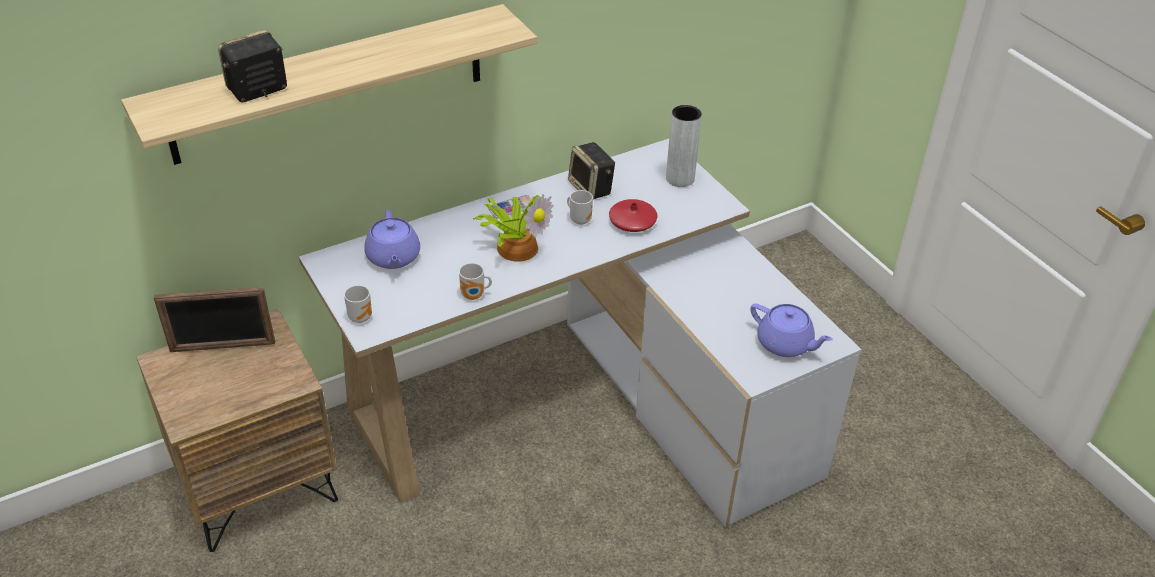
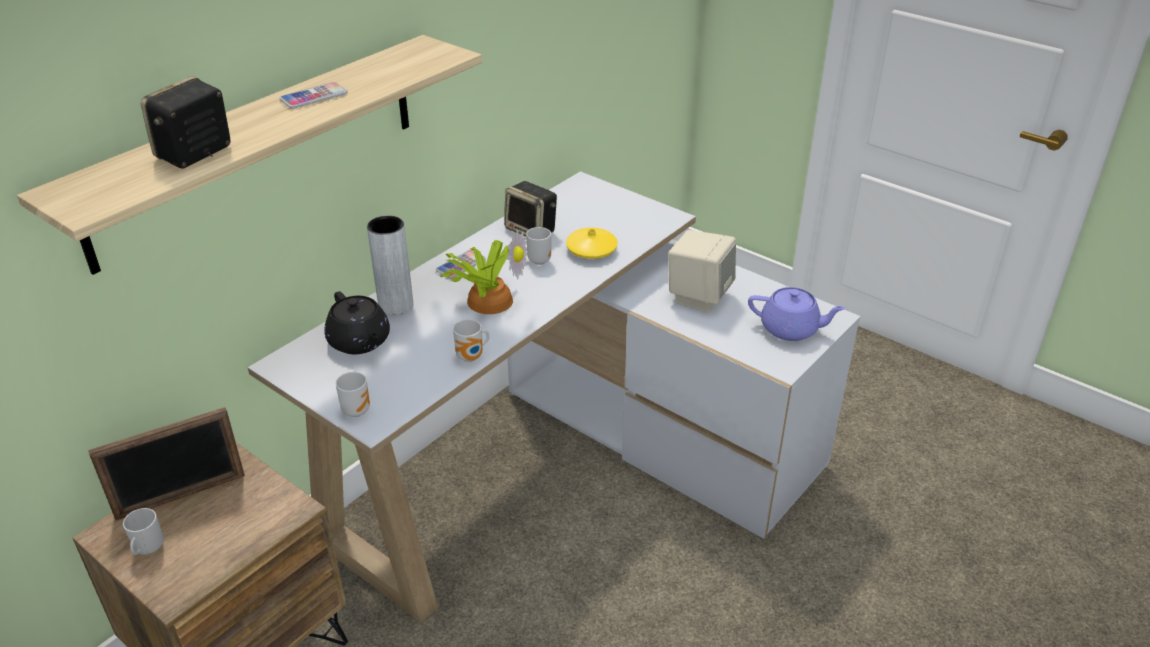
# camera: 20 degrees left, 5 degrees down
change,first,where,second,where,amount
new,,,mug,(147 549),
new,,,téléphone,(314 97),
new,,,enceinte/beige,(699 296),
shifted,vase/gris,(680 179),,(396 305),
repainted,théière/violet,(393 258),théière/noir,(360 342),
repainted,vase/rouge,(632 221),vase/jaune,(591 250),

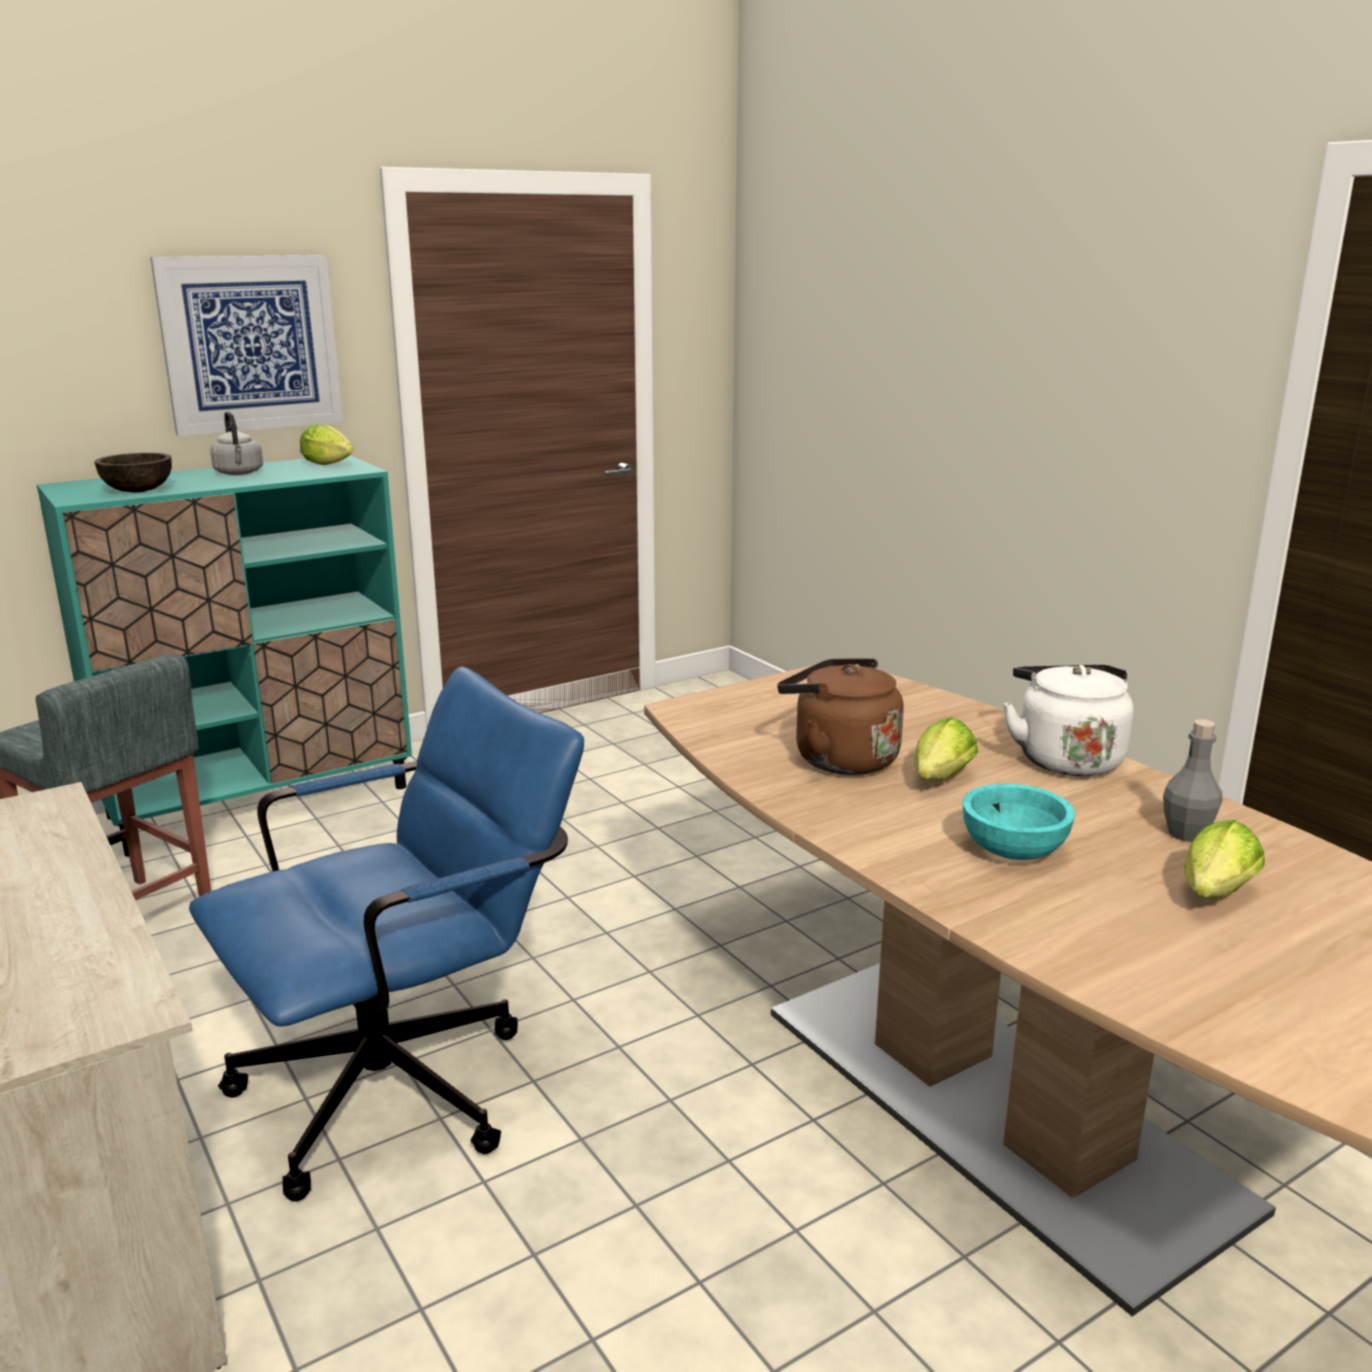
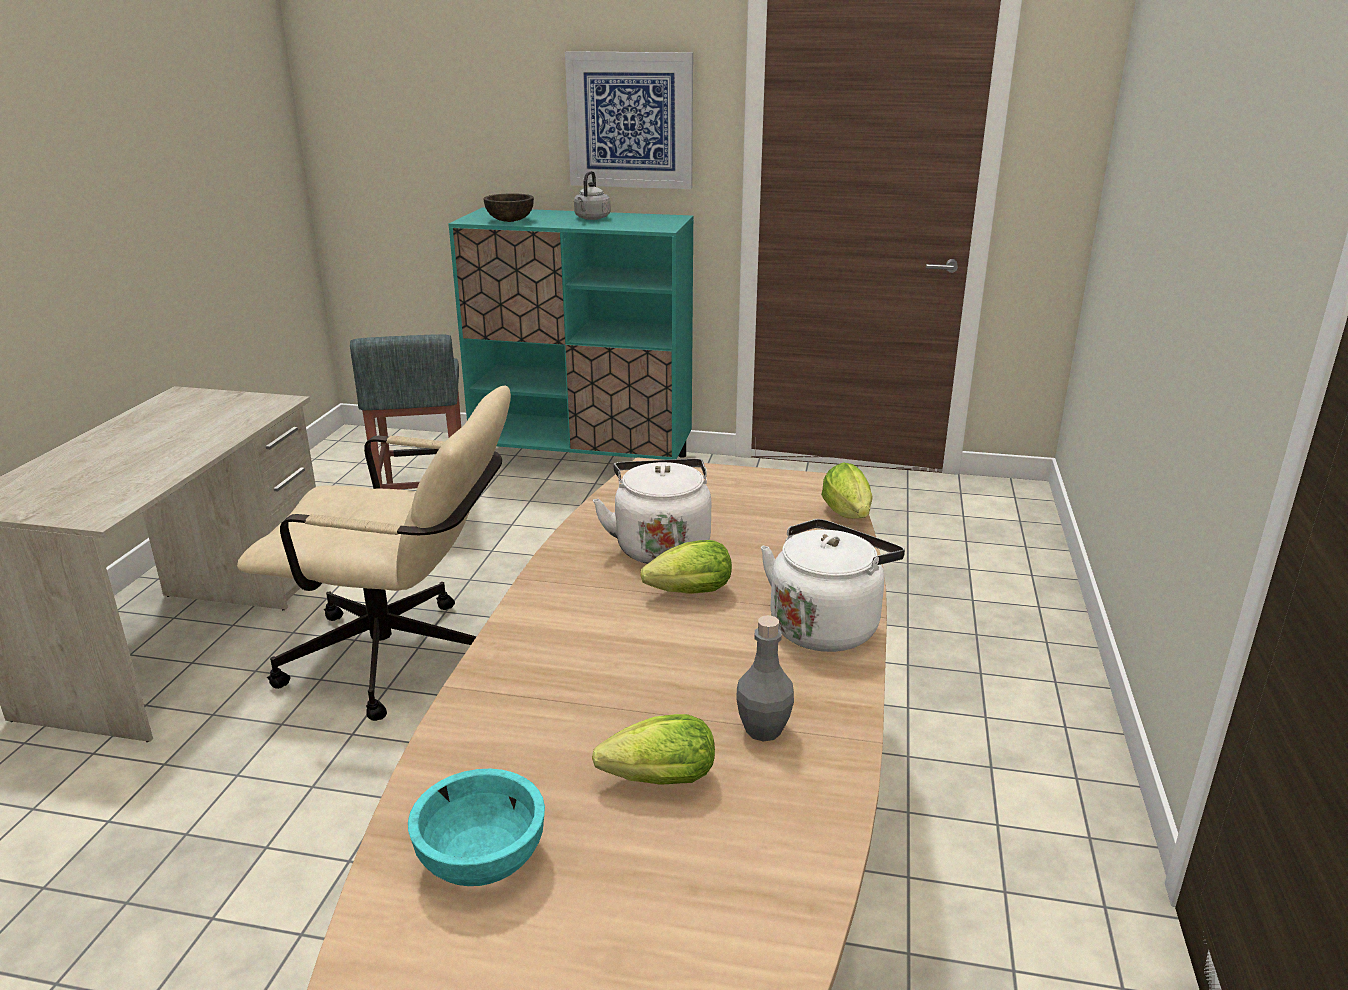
# camera: 45 degrees right, 5 degrees up
change,first,where,second,where,amount
shifted,laitue,(331 465),,(849 516),
shifted,bol/turquoise,(1013 850),,(483 859),
repainted,chaise de bureau/bleu,(409 1082),chaise de bureau/beige,(404 660),
repainted,bouilloire/marron,(839 759),bouilloire/blanc,(660 546),

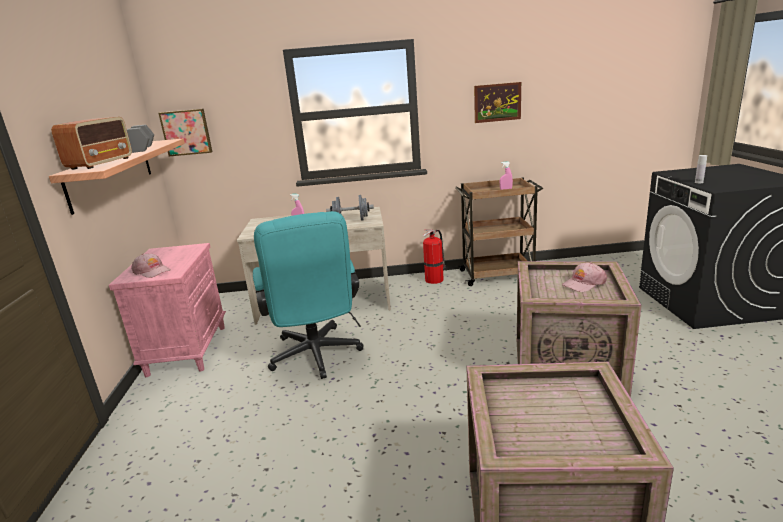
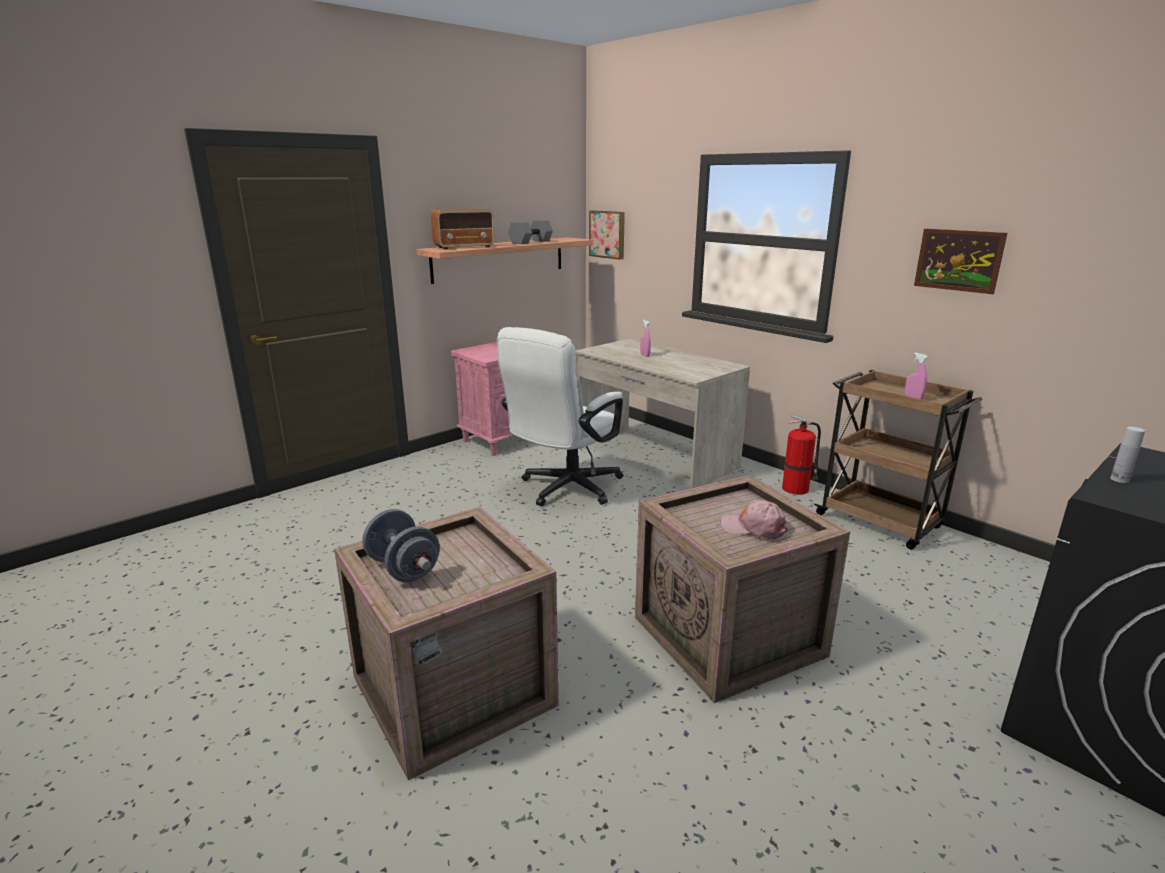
# camera: 50 degrees right, 0 degrees up
change,first,where,second,where,amount
gone,casquette/rose,(152 271),,,
shifted,haltère/gris,(351 220),,(403 568),
repainted,chaise de bureau/turquoise,(316 357),chaise de bureau/blanc,(565 490),

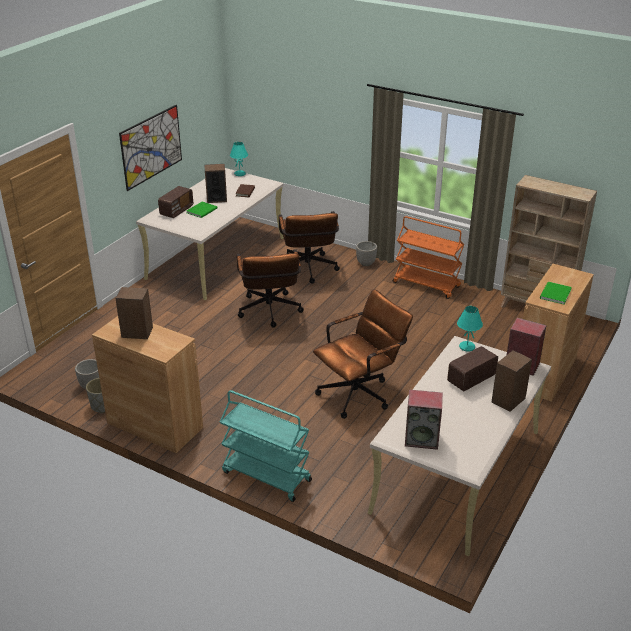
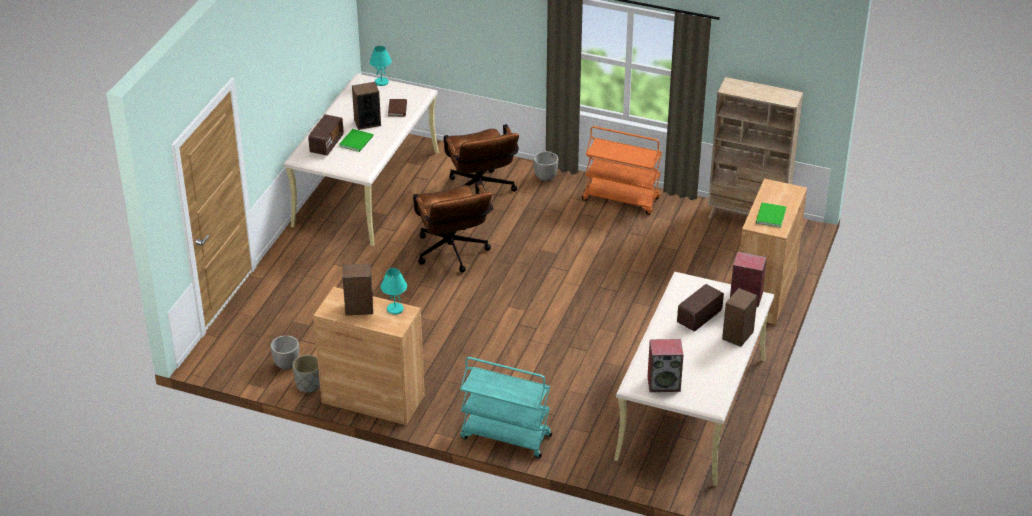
# camera: 10 degrees left, 5 degrees up
change,first,where,second,where,amount
gone,tableau,(151 147),,,
gone,chaise de bureau/marron,(360 392),,,
shifted,lampe de table/turquoise,(466 347),,(394 309),

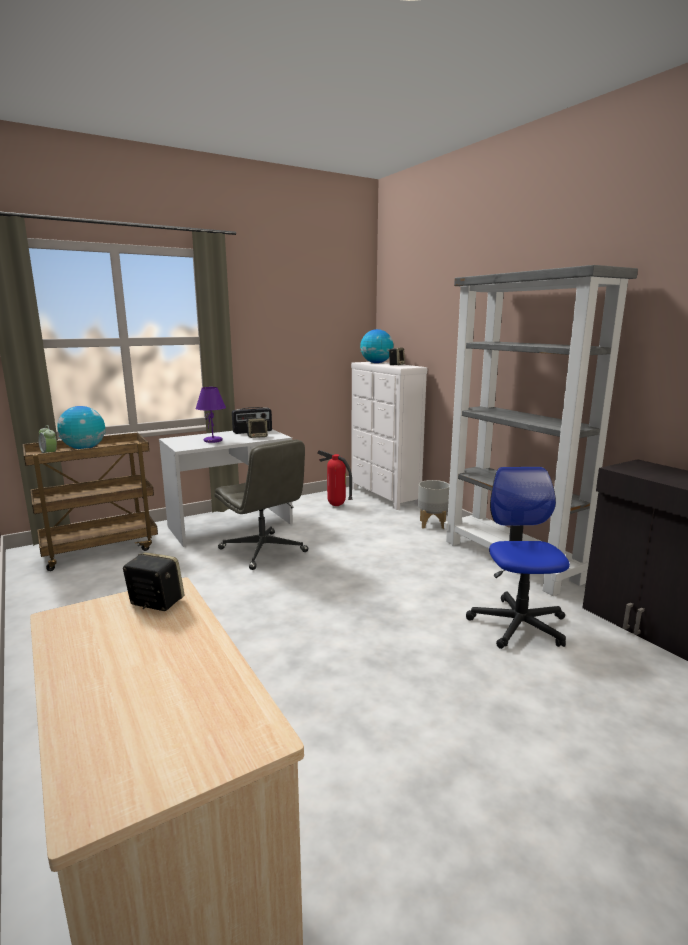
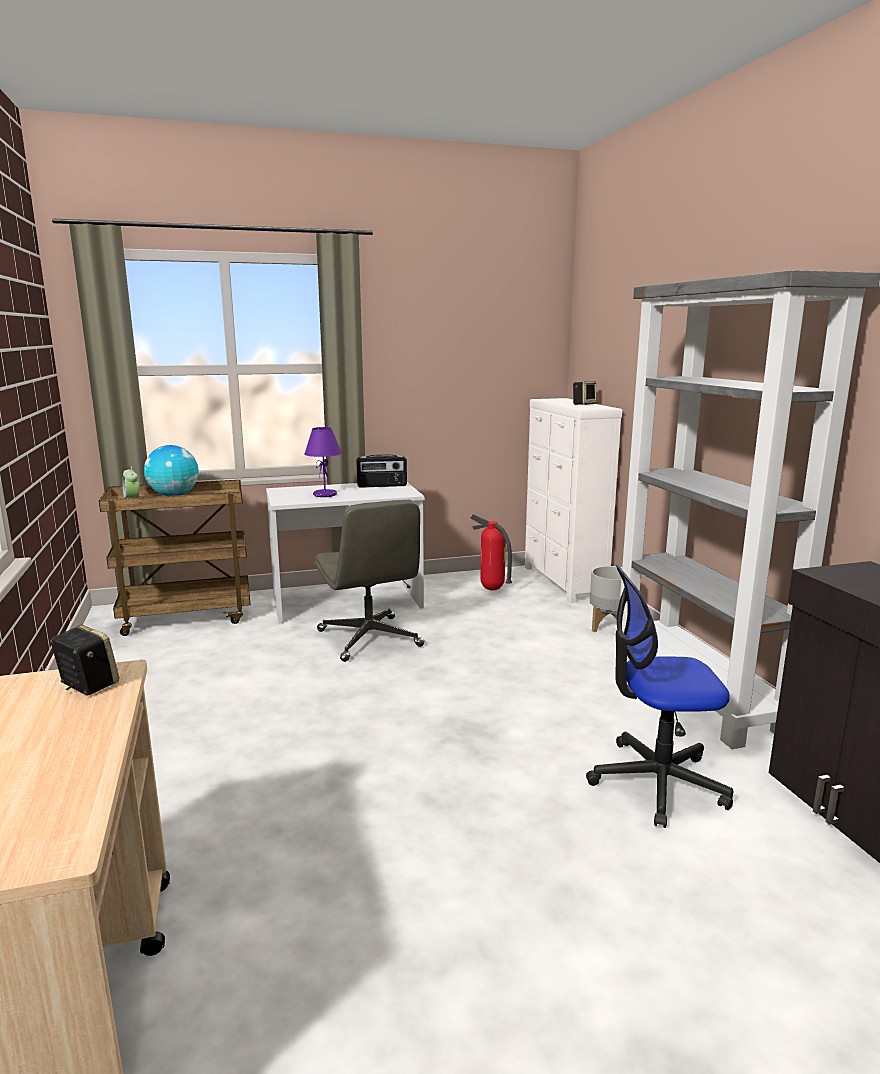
# camera: 15 degrees right, 0 degrees up
change,first,where,second,where,amount
gone,enceinte,(257 436),,,
gone,globe,(376 363),,,
rotated,chaise de bureau,(518 625),,(656 782),105 degrees counterclockwise

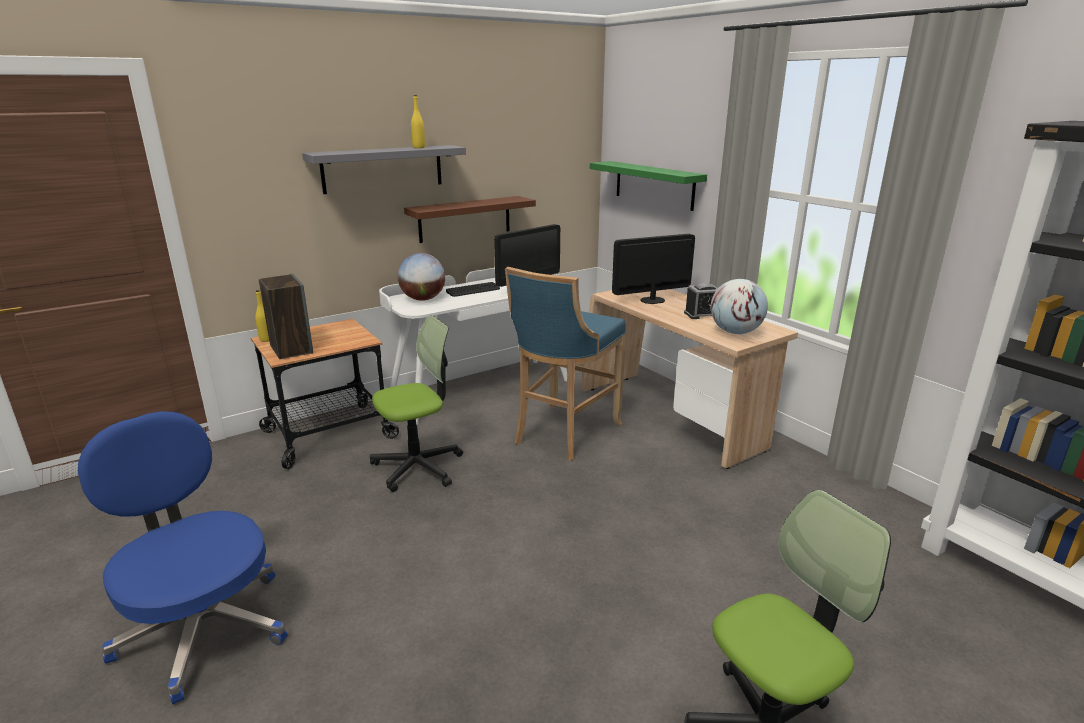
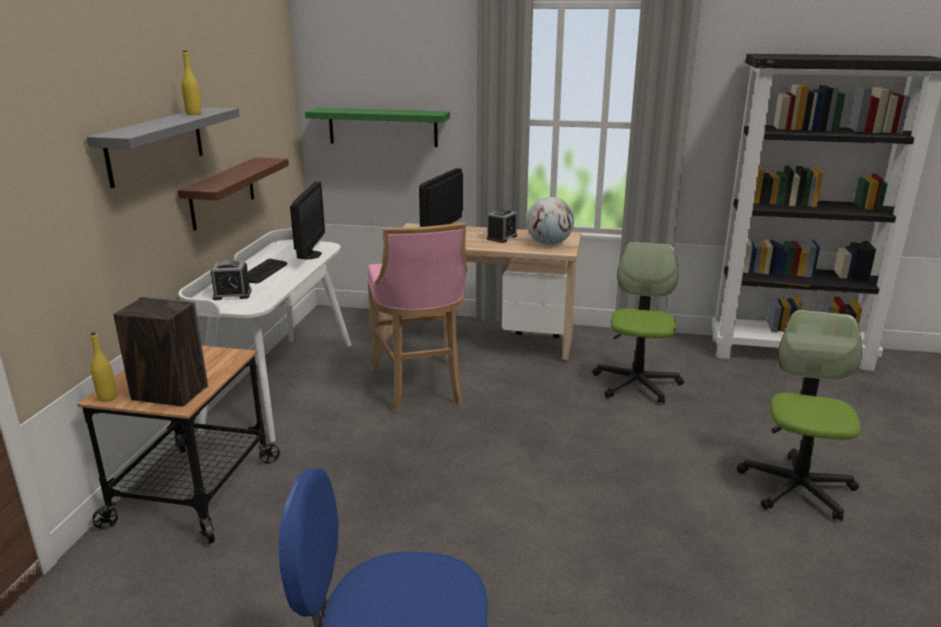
# camera: 45 degrees left, 0 degrees up
change,first,where,second,where,amount
shifted,chaise de bureau,(418 467),,(636 384),
swapped,globe,(423 299),réveil,(232 294),
repainted,tabouret/bleu,(563 433),tabouret/rose,(420 387),

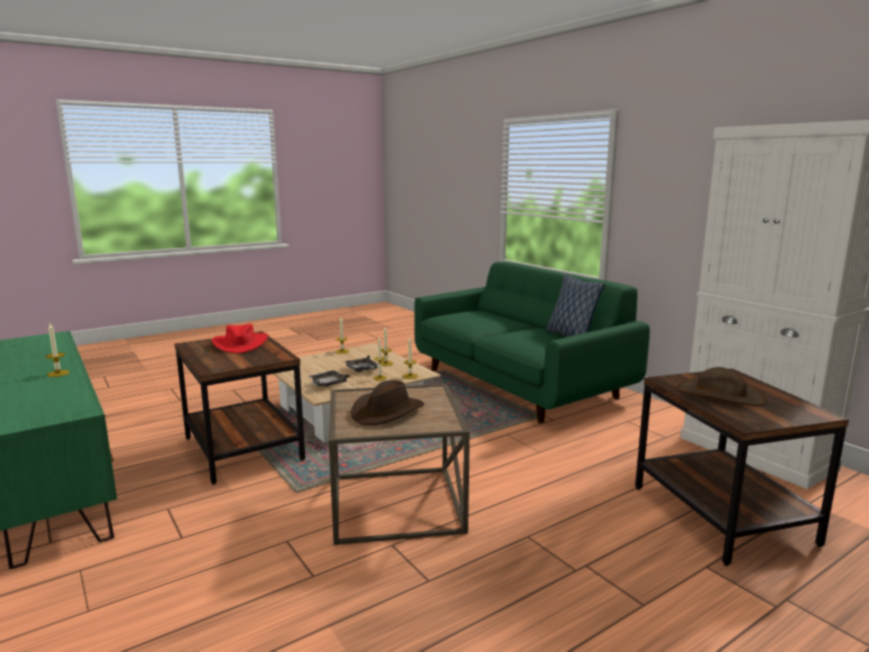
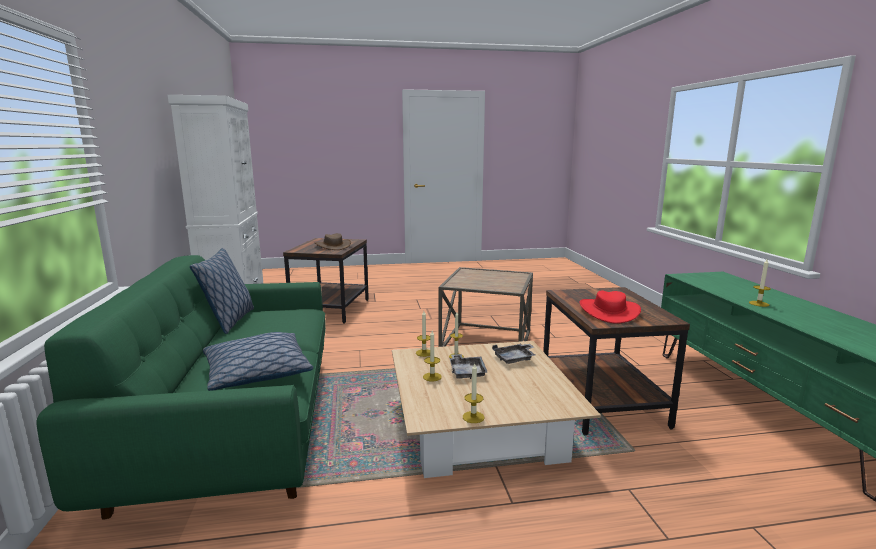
# camera: 155 degrees left, 0 degrees up
change,first,where,second,where,amount
gone,chapeau/marron,(387 412),,,
new,,,coussin,(257 373),

